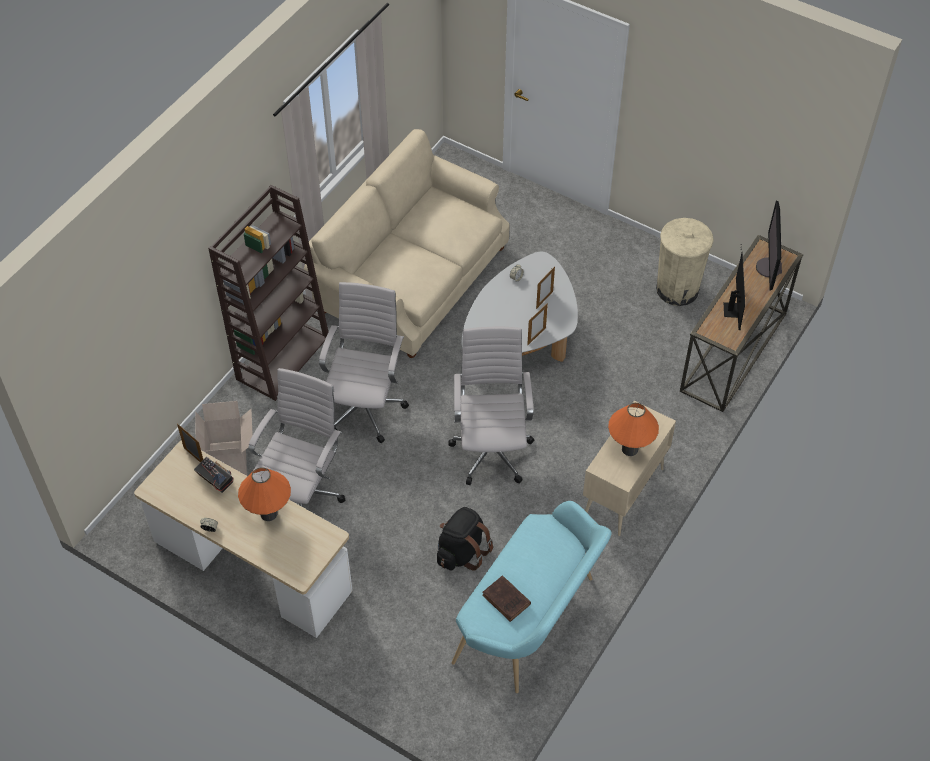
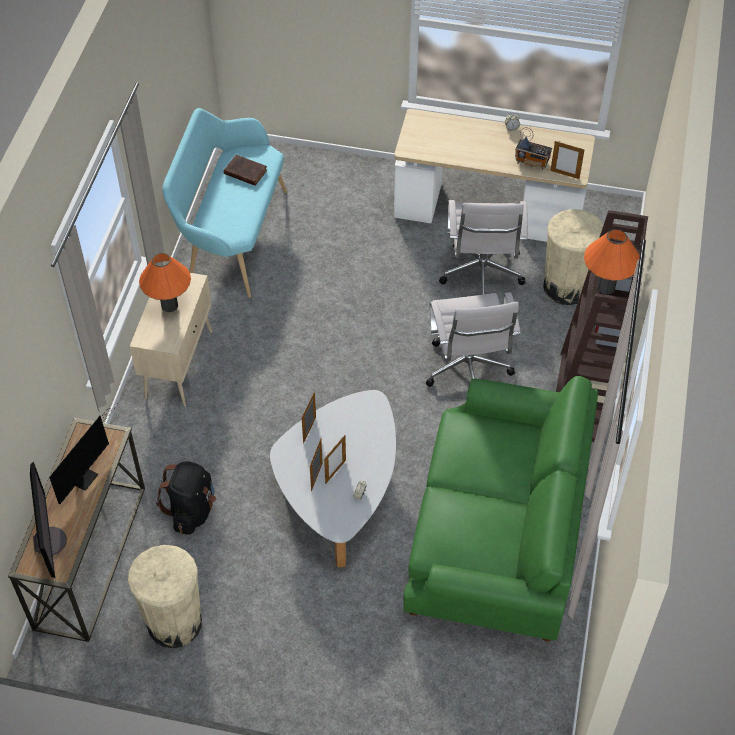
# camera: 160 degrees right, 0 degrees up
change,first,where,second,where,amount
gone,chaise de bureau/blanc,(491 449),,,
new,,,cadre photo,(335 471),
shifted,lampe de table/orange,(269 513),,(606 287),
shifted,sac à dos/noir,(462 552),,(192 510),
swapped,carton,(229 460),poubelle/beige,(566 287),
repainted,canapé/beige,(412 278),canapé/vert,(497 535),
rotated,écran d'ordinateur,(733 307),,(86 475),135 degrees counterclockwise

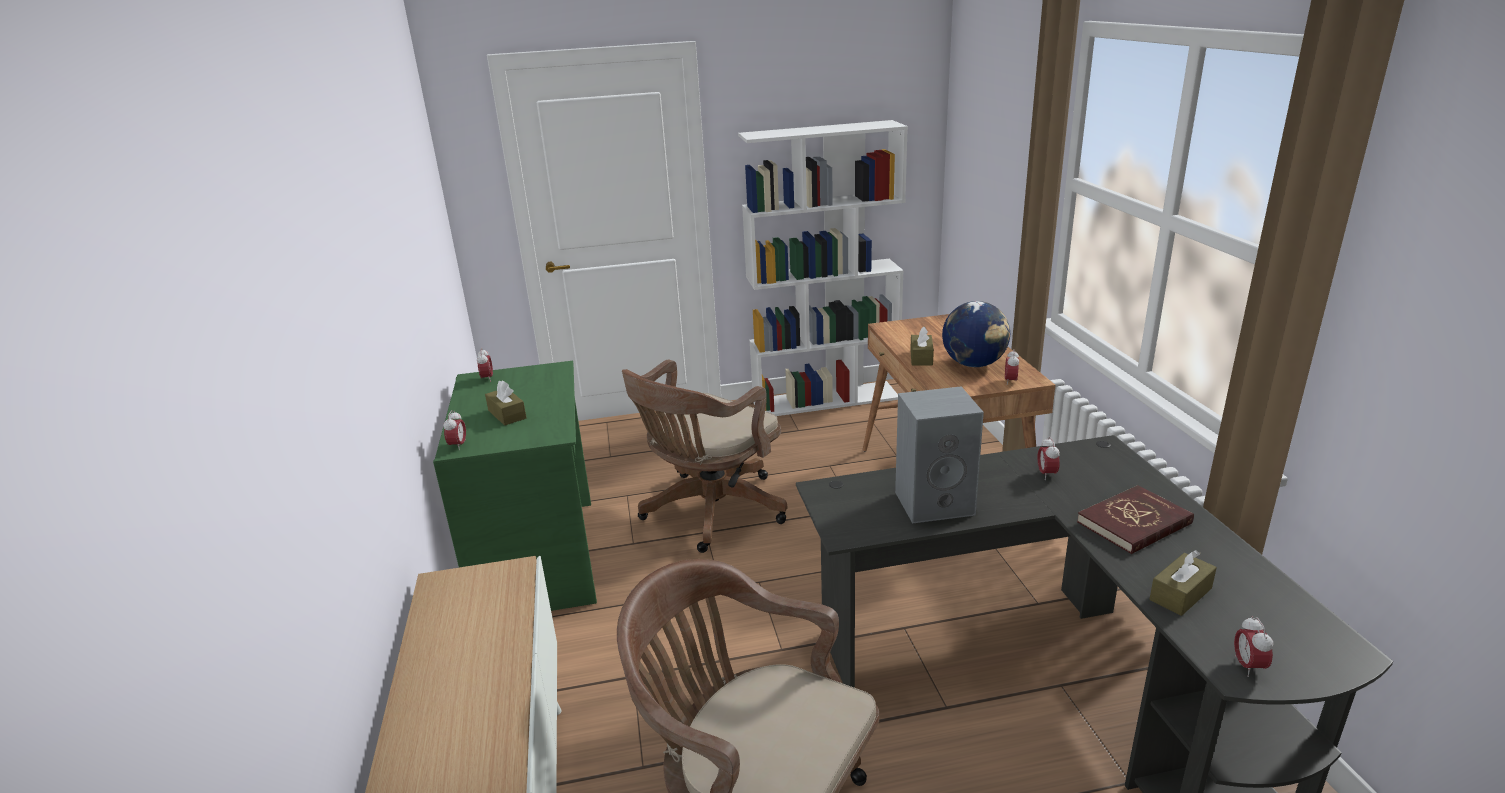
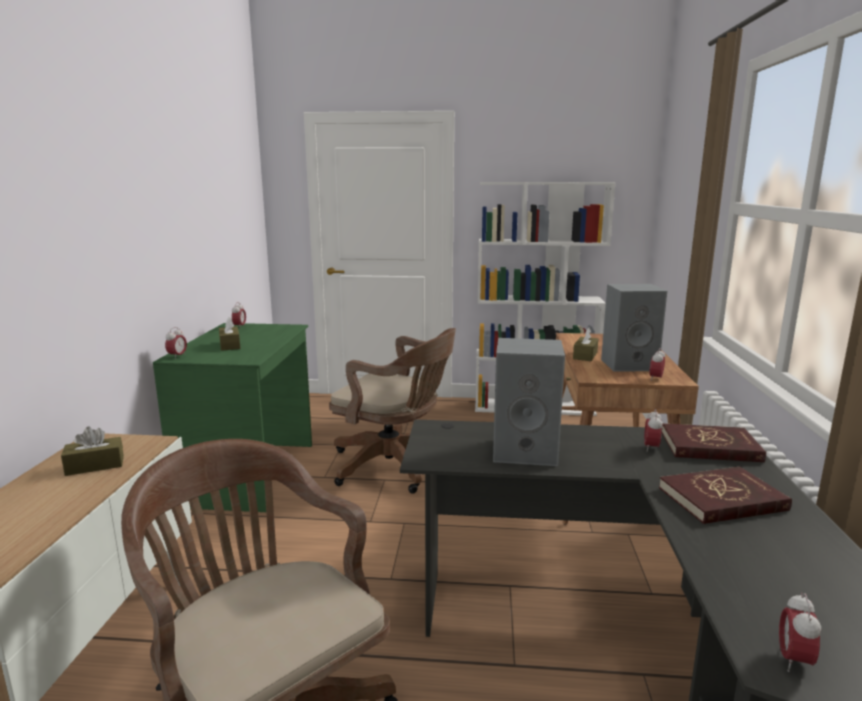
# camera: 15 degrees right, 10 degrees down
change,first,where,second,where,amount
new,,,livre/rouge,(710 447),
shifted,boîte à mouchoirs/marron,(1180 594),,(95 465),
swapped,globe,(974 364),enceinte/gris,(630 364),
rotated,chaise de bureau/marron,(709 512),,(395 467),120 degrees counterclockwise

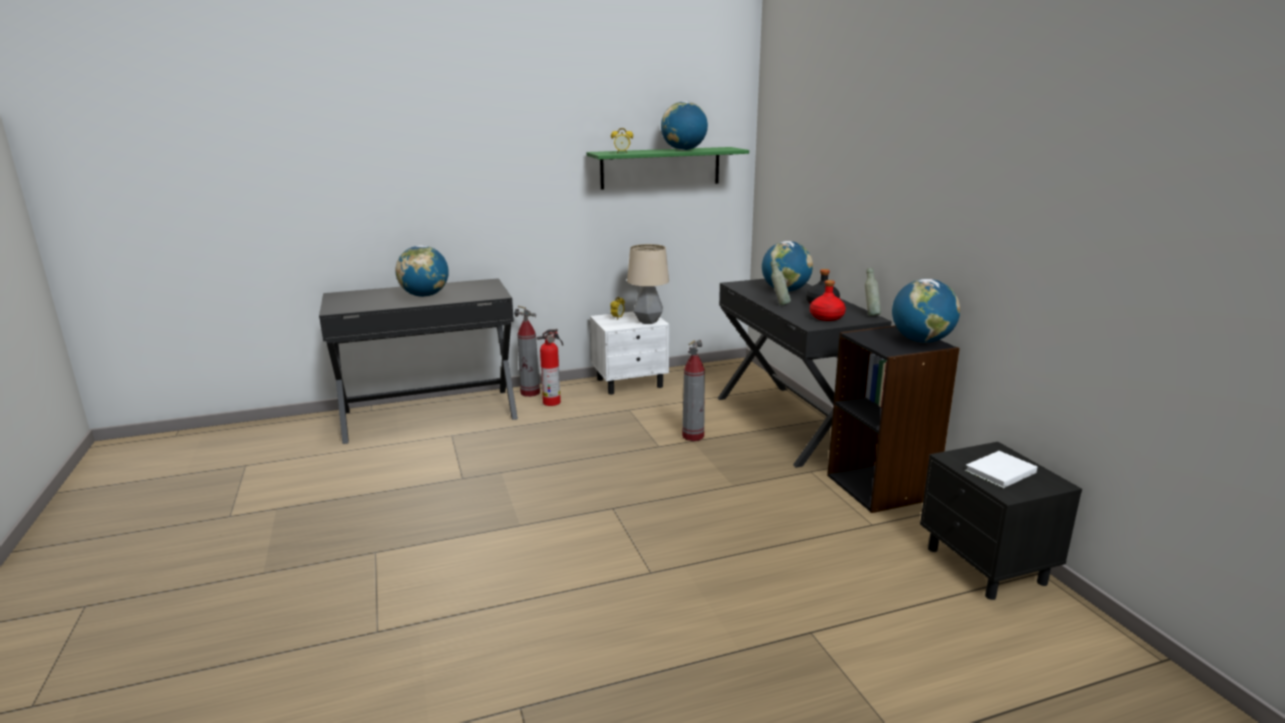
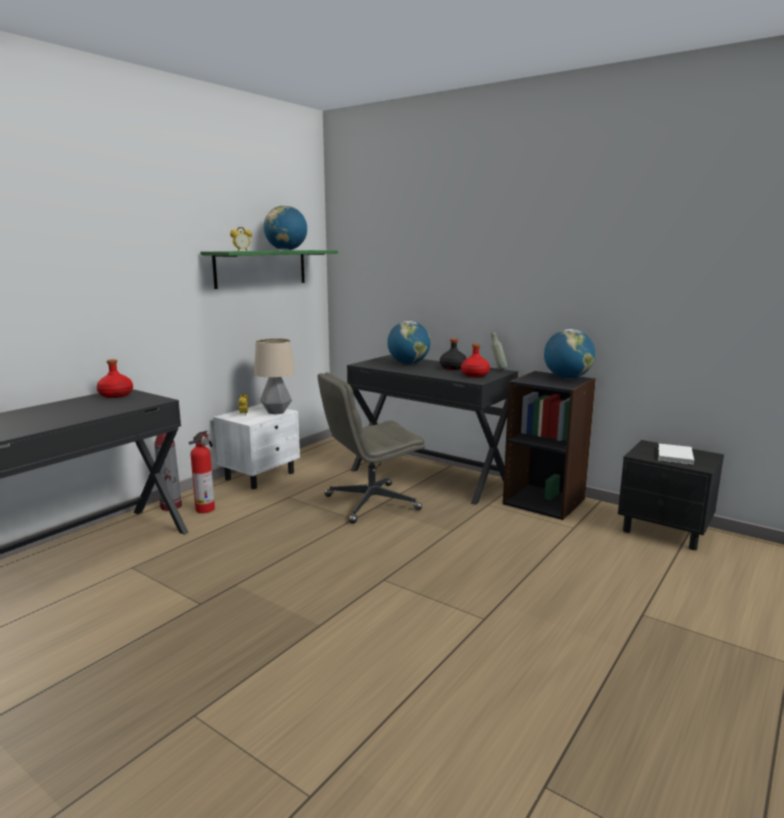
# camera: 35 degrees left, 5 degrees down
change,first,where,second,where,amount
gone,globe,(425 296),,,
gone,bouteille/gris,(779 304),,,
new,,,bouteille/rouge,(116 395),
swapped,extincteur,(693 436),chaise de bureau/gris,(370 503),

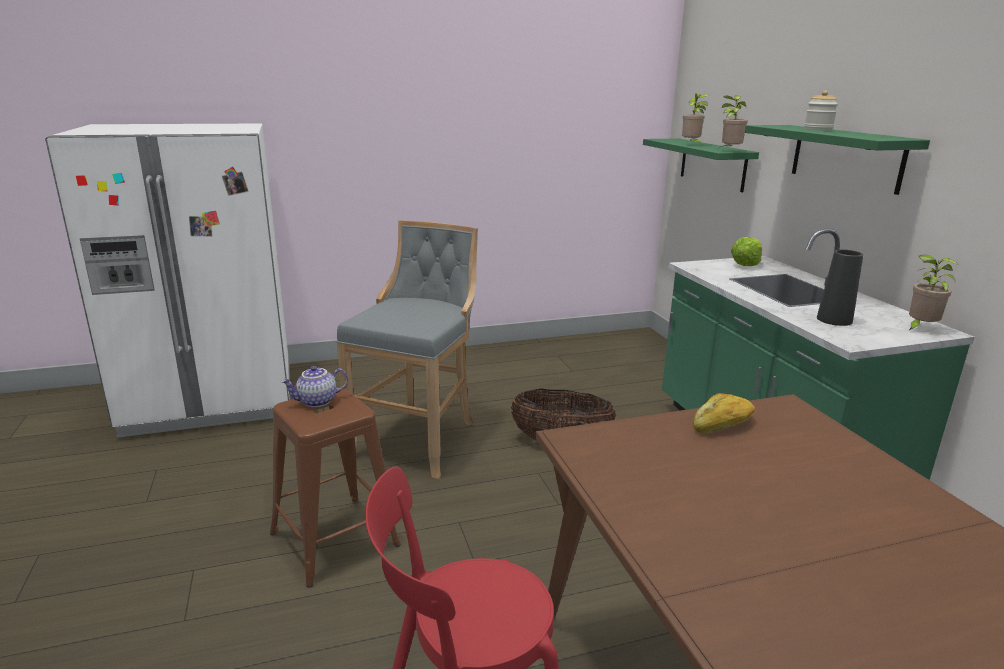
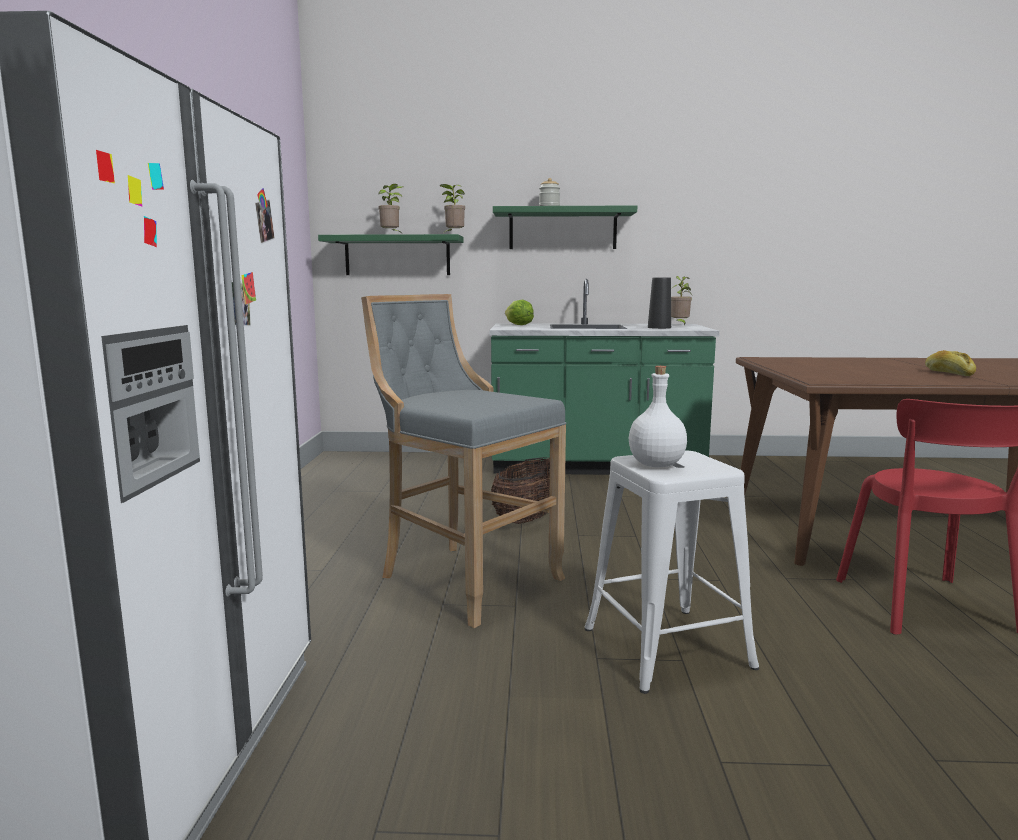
# camera: 70 degrees left, 10 degrees down
change,first,where,second,where,amount
shifted,pain,(723 425),,(948 373),
swapped,théière,(317 402),bouteille/blanc,(656 464),
repainted,tabouret/marron,(335 539),tabouret/blanc,(667 647),

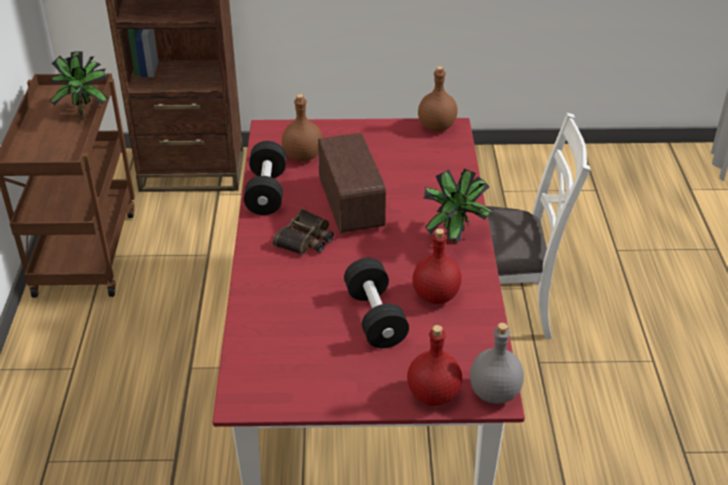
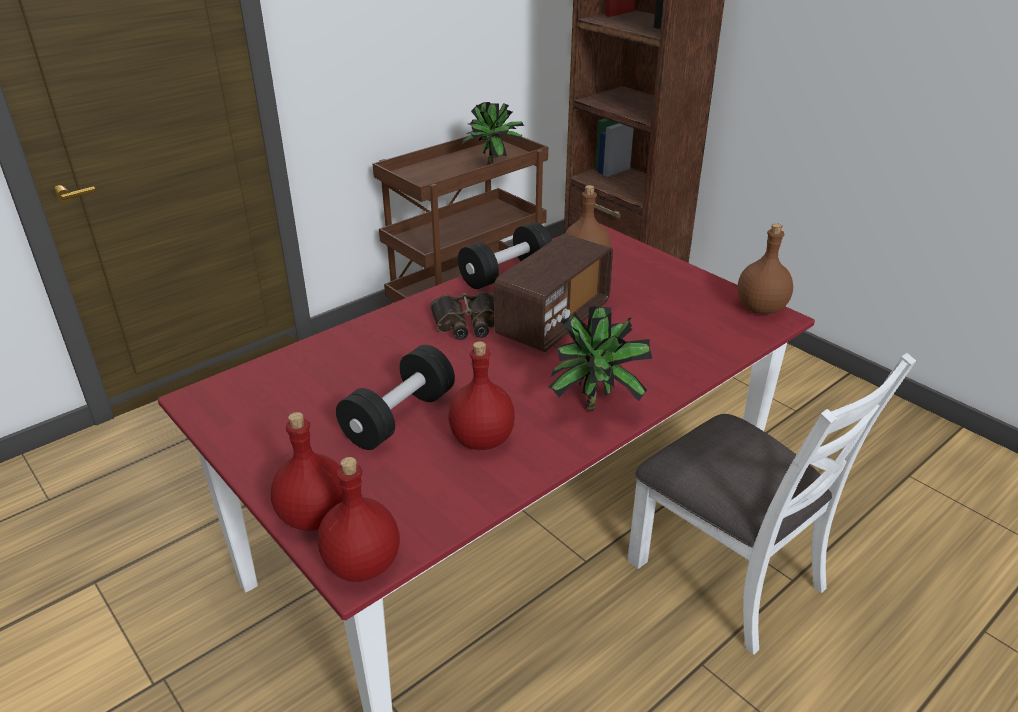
# camera: 50 degrees right, 5 degrees down
change,first,where,second,where,amount
repainted,bouteille/gris,(495 392),bouteille/rouge,(364 564),

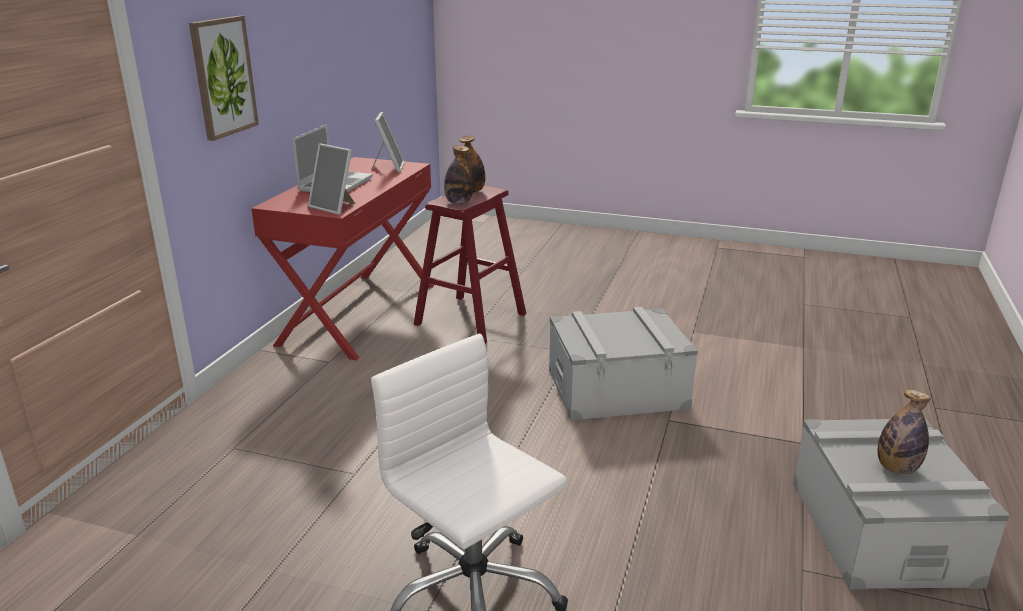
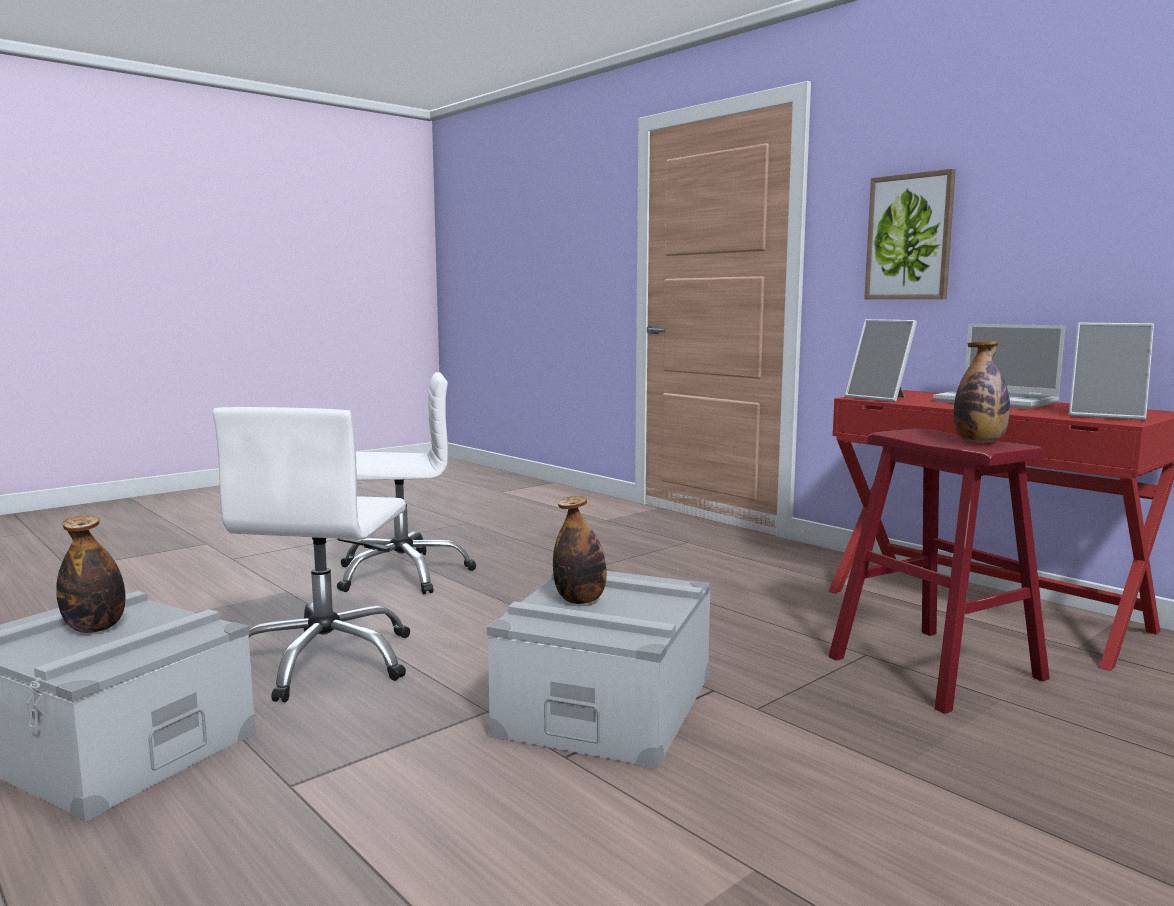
# camera: 120 degrees right, 15 degrees down
change,first,where,second,where,amount
new,,,chaise de bureau/blanc,(326 661),
shifted,bouteille,(459 203),,(580 600),
rotated,cadre photo,(335 207),,(880 398),105 degrees counterclockwise

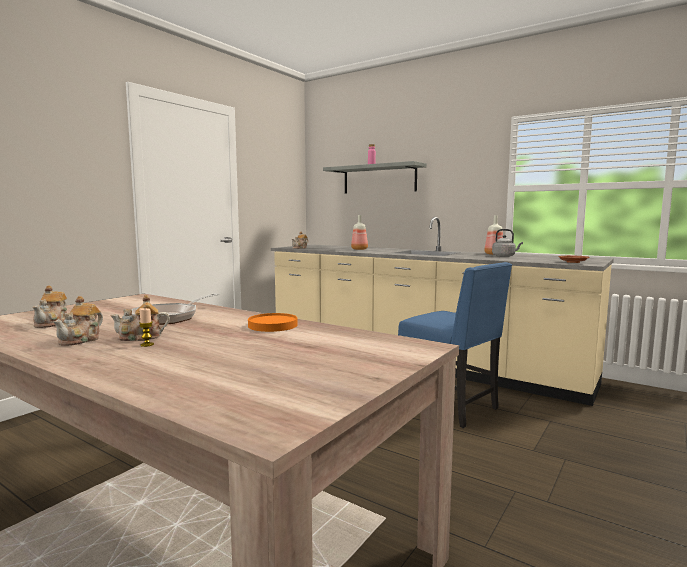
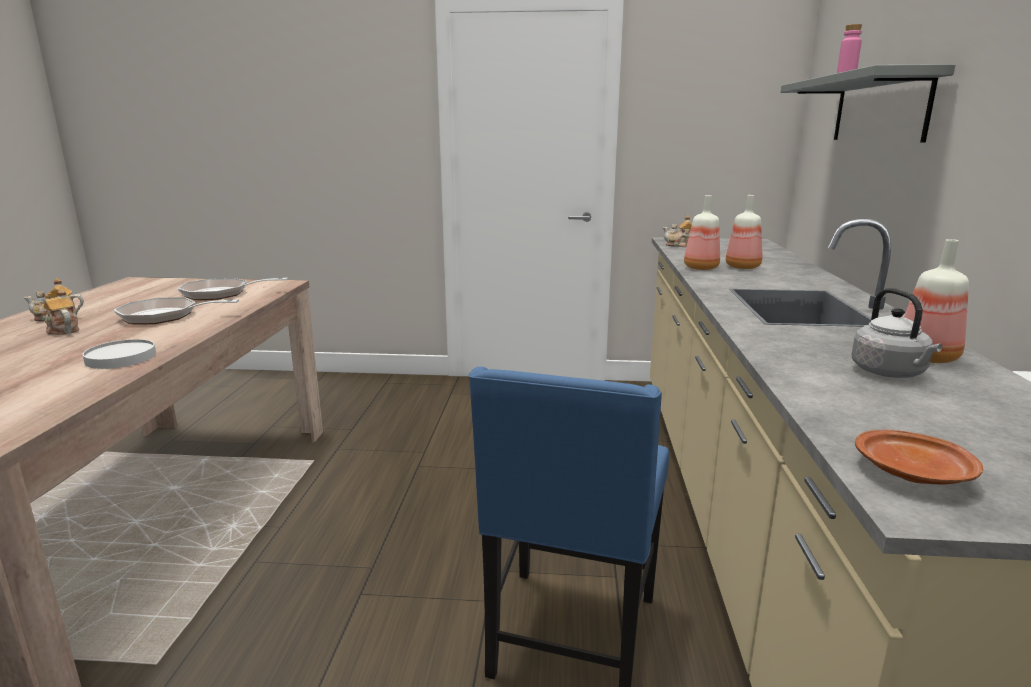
# camera: 60 degrees right, 10 degrees up
change,first,where,second,where,amount
gone,théière,(52 323),,,
gone,bougie,(147 344),,,
new,,,poêle,(221 294),
new,,,bouteille,(700 268),
repainted,assiette/orange,(273 325),assiette/blanc,(120 358),

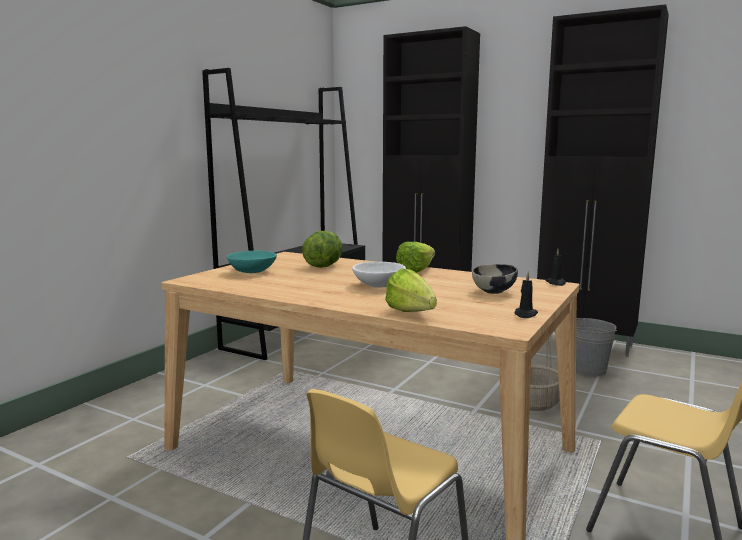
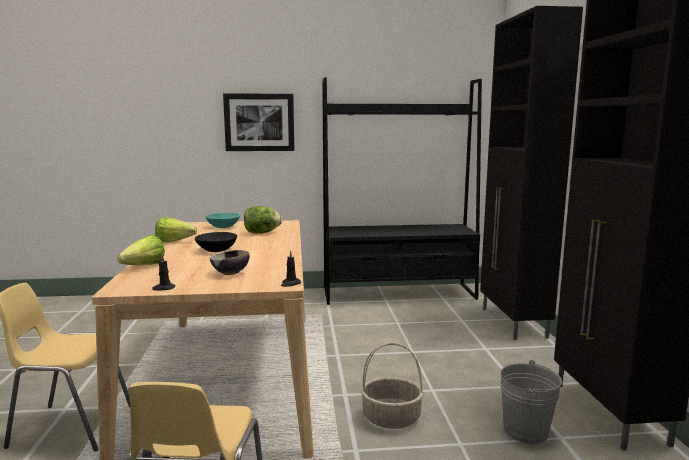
# camera: 55 degrees right, 0 degrees up
change,first,where,second,where,amount
new,,,tableau,(259 122),
shifted,laitue,(419 270),,(177 242),
repainted,bol/blanc,(379 285),bol/noir,(217 250),

